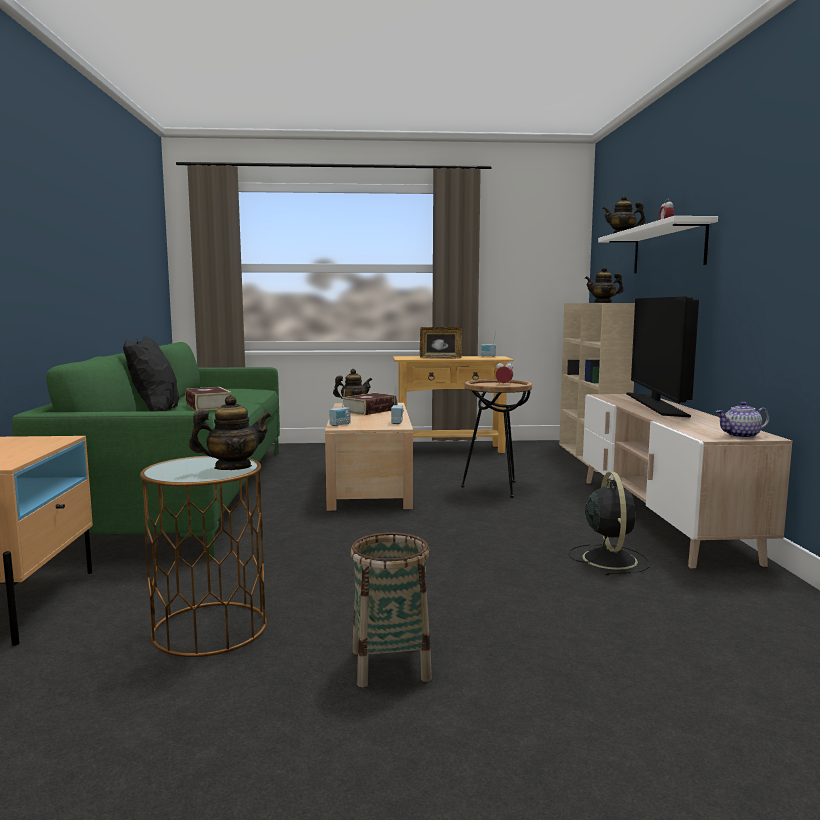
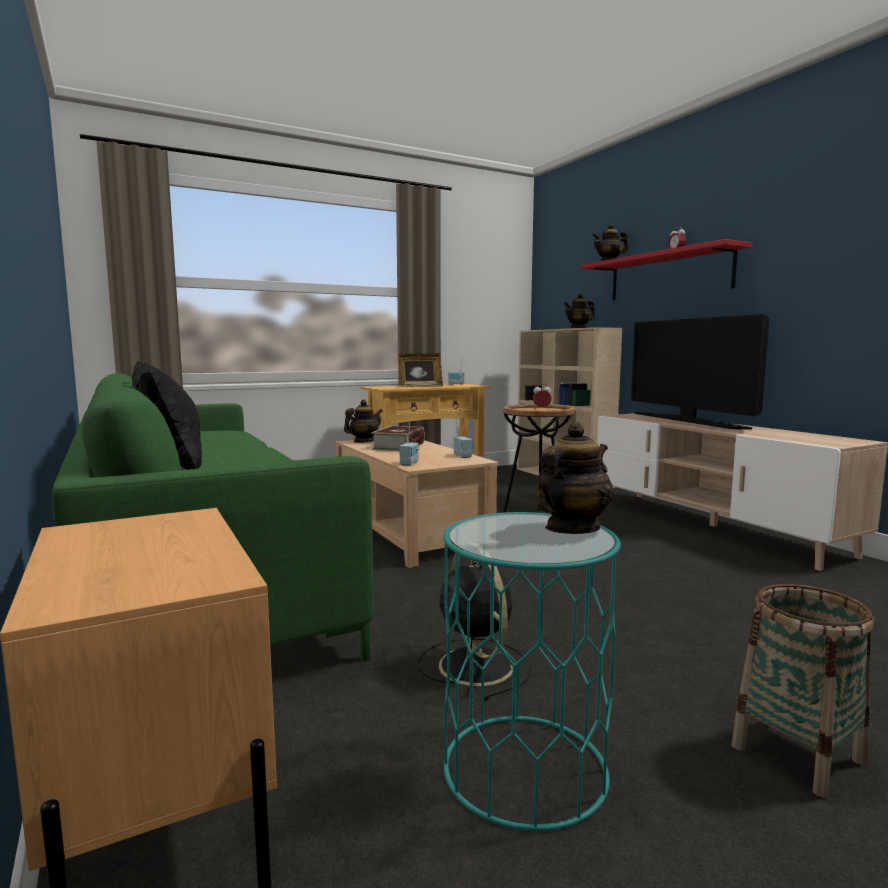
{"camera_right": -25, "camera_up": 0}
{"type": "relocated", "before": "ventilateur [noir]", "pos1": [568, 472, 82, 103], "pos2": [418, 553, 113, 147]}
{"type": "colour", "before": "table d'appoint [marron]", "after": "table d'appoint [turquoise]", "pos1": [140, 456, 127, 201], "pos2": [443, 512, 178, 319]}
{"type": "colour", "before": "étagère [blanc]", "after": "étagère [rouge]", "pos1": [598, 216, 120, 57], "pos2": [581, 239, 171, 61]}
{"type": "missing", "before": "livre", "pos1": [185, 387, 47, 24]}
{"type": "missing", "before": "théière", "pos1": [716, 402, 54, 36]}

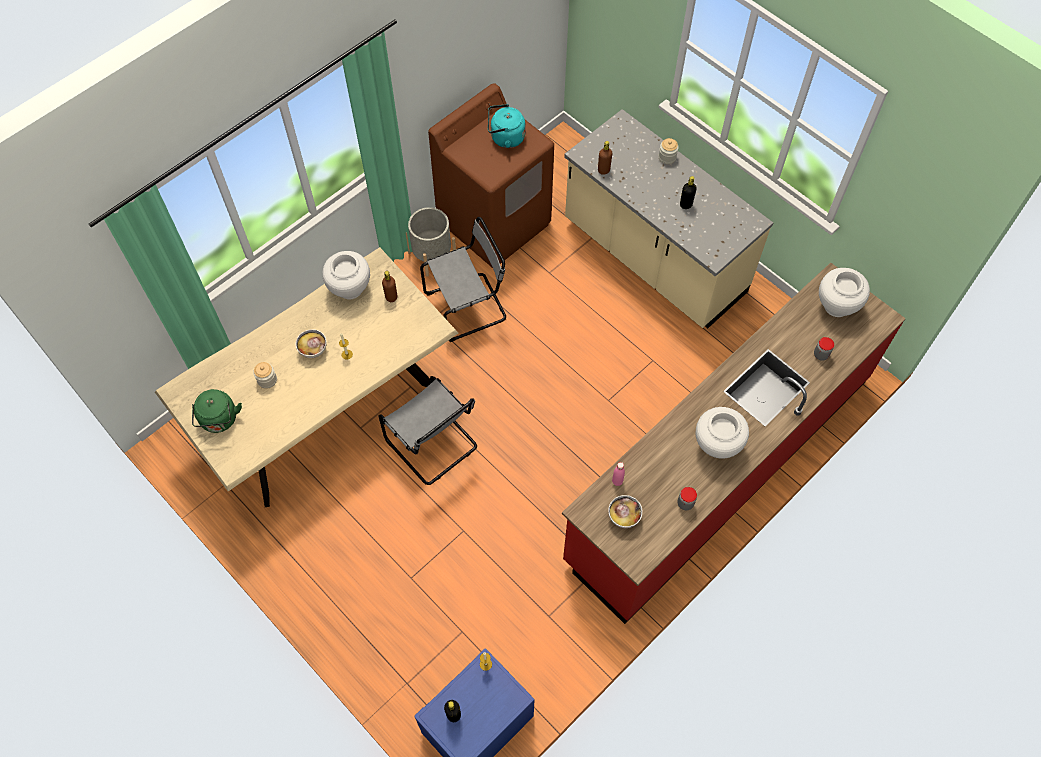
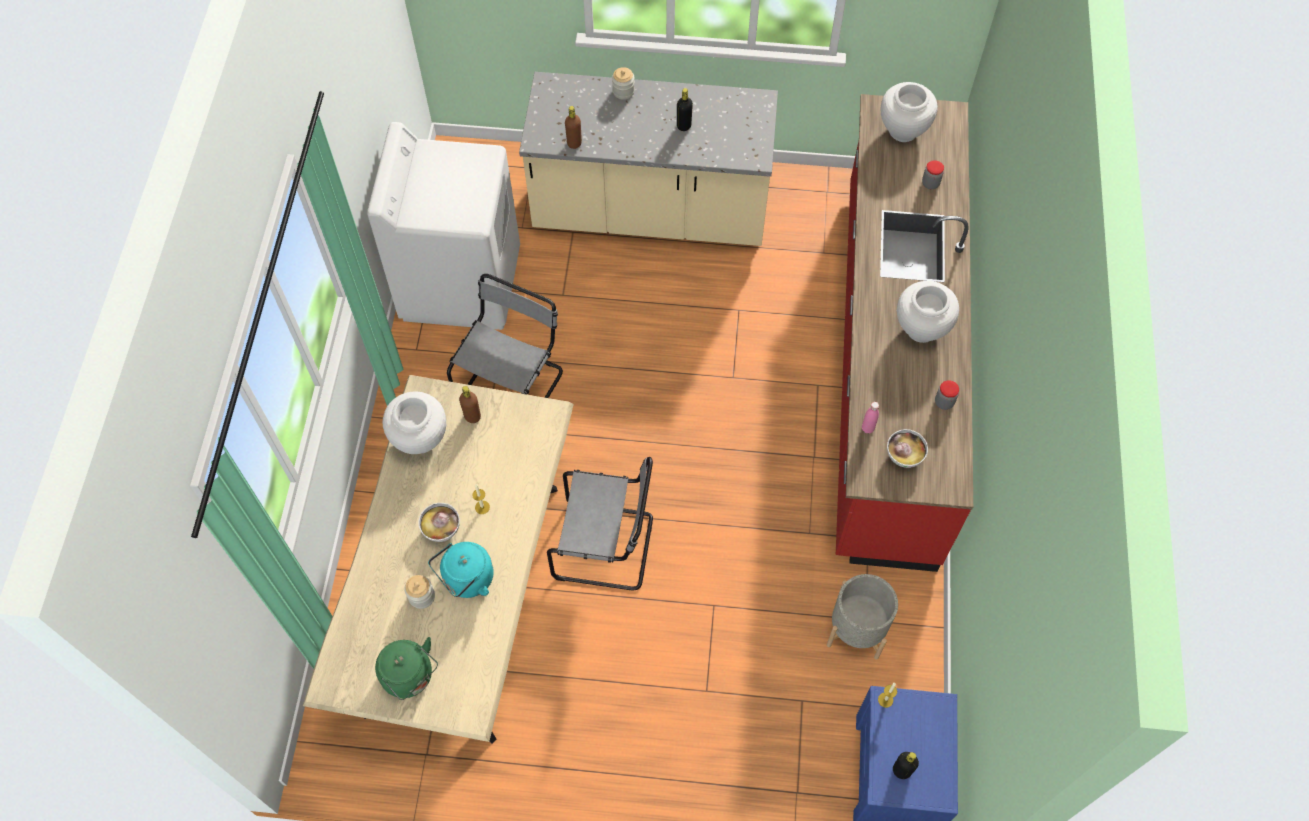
{"camera_right": -40, "camera_up": 0}
{"type": "colour", "before": "lave-linge [marron]", "after": "lave-linge [blanc]", "pos1": [428, 83, 126, 185], "pos2": [367, 122, 153, 208]}
{"type": "relocated", "before": "bouilloire [turquoise]", "pos1": [488, 104, 38, 44], "pos2": [428, 542, 66, 56]}
{"type": "relocated", "before": "cache-pot [gris]", "pos1": [406, 207, 50, 70], "pos2": [827, 574, 71, 86]}

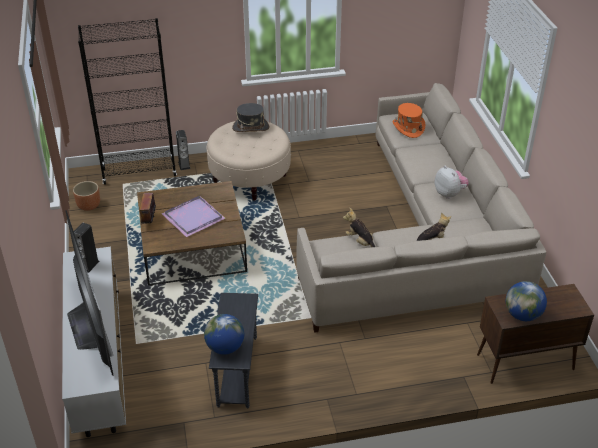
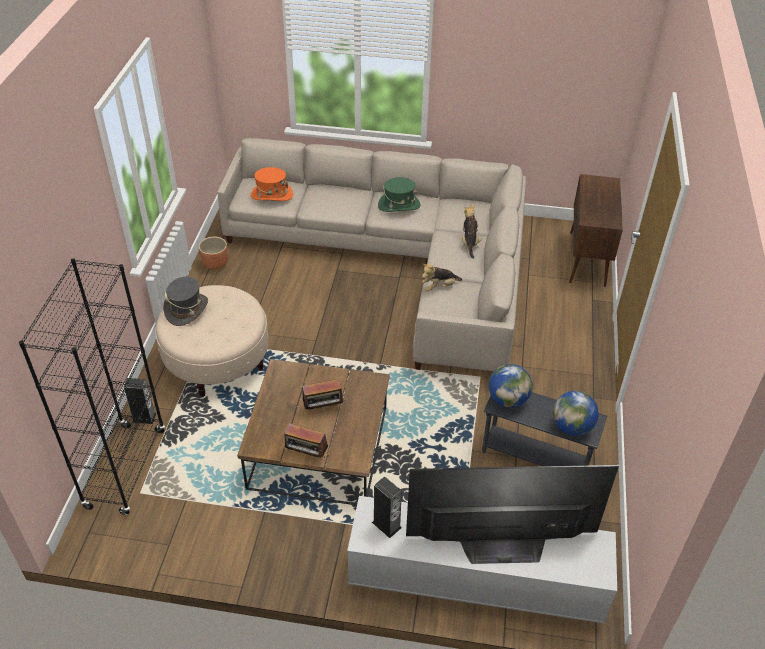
{"camera_right": -70, "camera_up": 5}
{"type": "relocated", "before": "cache-pot [marron]", "pos1": [73, 181, 27, 30], "pos2": [199, 237, 29, 33]}
{"type": "exchanged", "before": "plateau [violet]", "after": "radio", "pos1": [161, 196, 65, 41], "pos2": [298, 379, 47, 31]}
{"type": "exchanged", "before": "peluche", "after": "chapeau [vert]", "pos1": [434, 166, 35, 33], "pos2": [378, 177, 42, 35]}
{"type": "relocated", "before": "globe", "pos1": [506, 281, 41, 40], "pos2": [488, 364, 45, 44]}

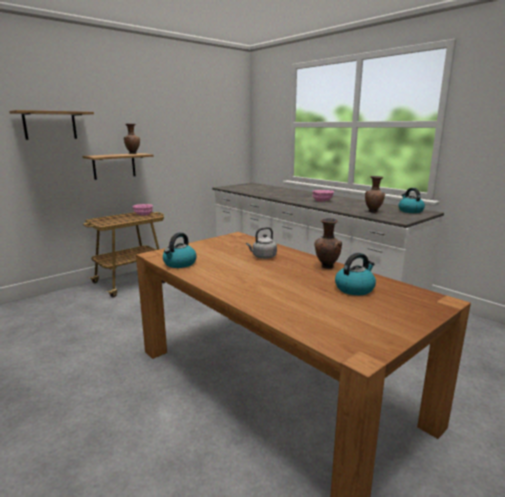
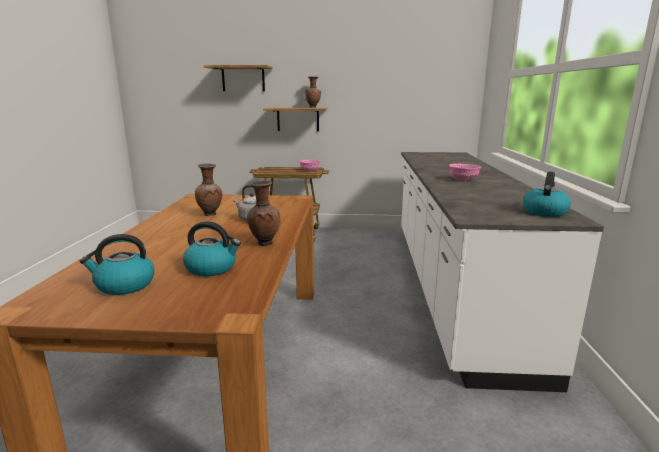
{"camera_right": 45, "camera_up": 0}
{"type": "relocated", "before": "bouilloire", "pos1": [163, 233, 34, 35], "pos2": [80, 234, 75, 61]}
{"type": "relocated", "before": "vase [marron]", "pos1": [365, 176, 20, 37], "pos2": [195, 164, 27, 52]}

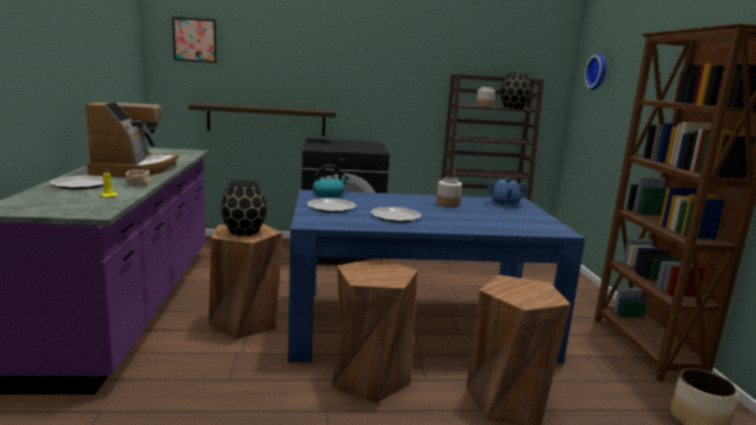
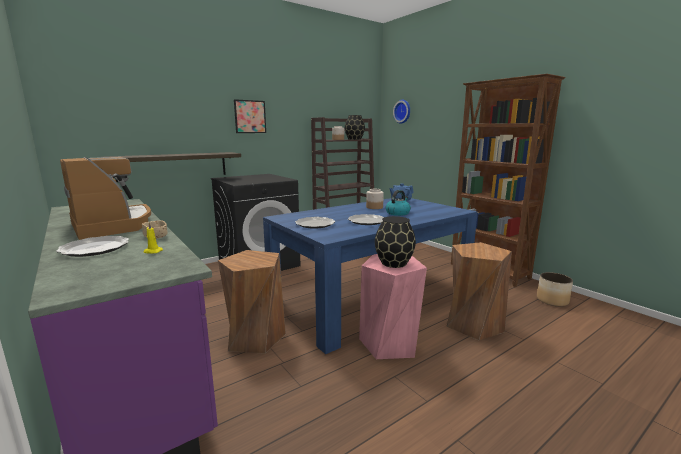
{"camera_right": -30, "camera_up": 0}
{"type": "relocated", "before": "tableau", "pos1": [172, 17, 45, 46], "pos2": [234, 99, 32, 34]}
{"type": "colour", "before": "tabouret [marron]", "after": "tabouret [rose]", "pos1": [332, 259, 86, 144], "pos2": [359, 254, 68, 105]}
{"type": "relocated", "before": "vase [noir]", "pos1": [221, 180, 46, 56], "pos2": [375, 216, 41, 52]}
{"type": "relocated", "before": "bouilloire", "pos1": [313, 165, 36, 33], "pos2": [386, 190, 25, 26]}

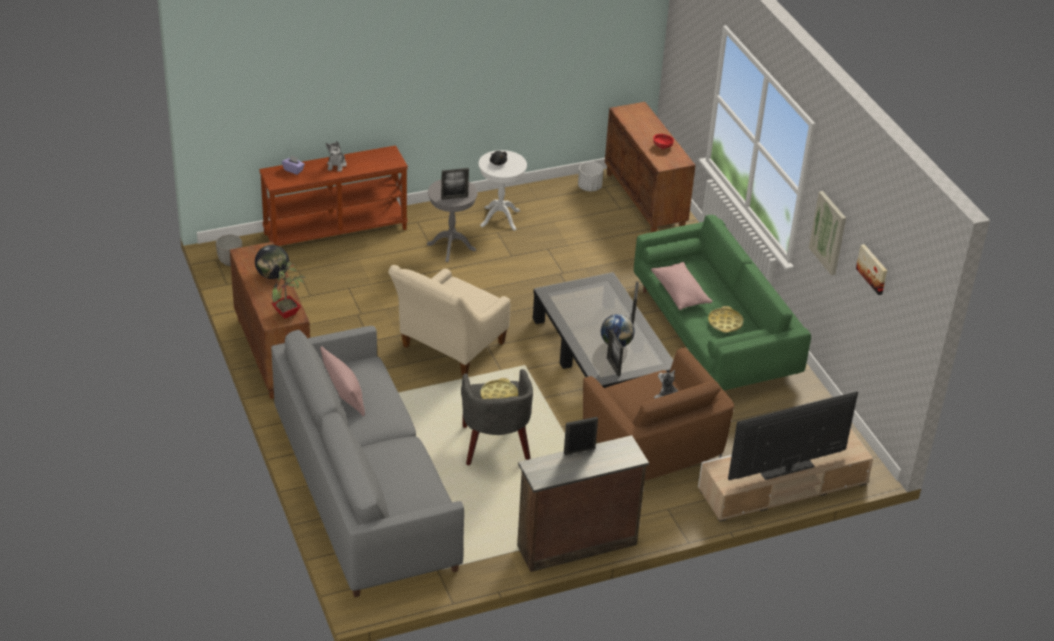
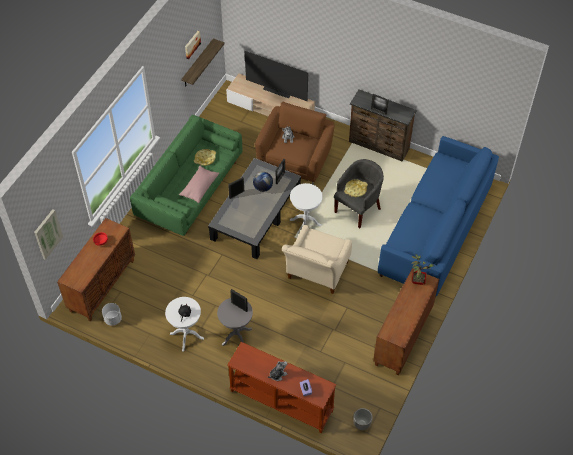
{"camera_right": -130, "camera_up": 15}
{"type": "relocated", "before": "tableau", "pos1": [809, 191, 37, 85], "pos2": [34, 209, 29, 51]}
{"type": "appeared", "after": "étagère", "pos2": [181, 38, 44, 49]}
{"type": "spun", "before": "fauteuil [beige]", "pos1": [388, 265, 122, 111], "pos2": [282, 225, 70, 69], "turn": 120}
{"type": "appeared", "after": "table d'appoint [blanc]", "pos2": [290, 183, 33, 44]}
{"type": "colour", "before": "canapé [gris]", "after": "canapé [bleu]", "pos1": [271, 326, 193, 271], "pos2": [378, 136, 121, 160]}
{"type": "missing", "before": "globe", "pos1": [255, 245, 34, 34]}
{"type": "missing", "before": "coussin [rose]", "pos1": [320, 346, 45, 70]}

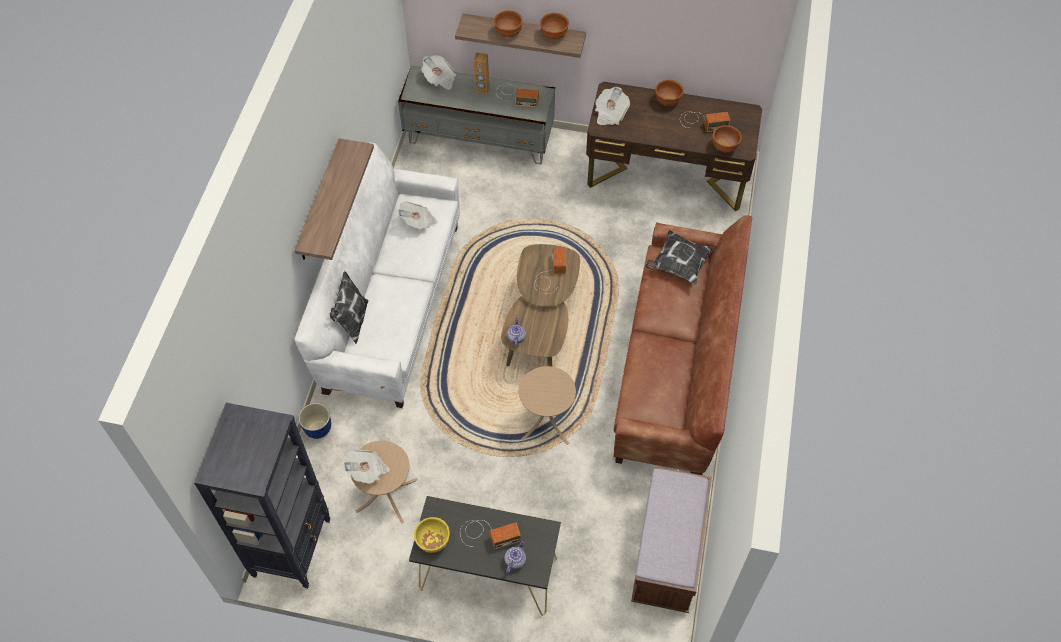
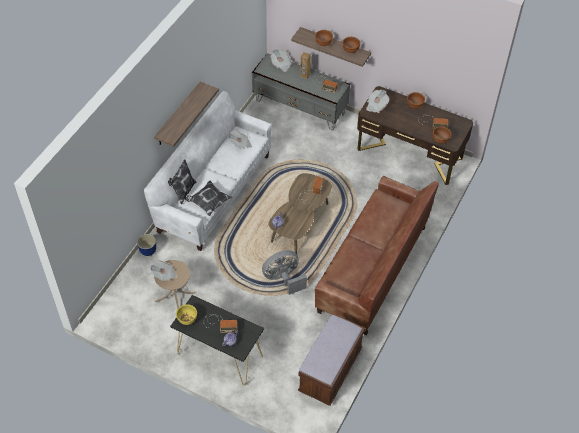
{"camera_right": 15, "camera_up": -5}
{"type": "relocated", "before": "coussin", "pos1": [645, 230, 70, 55], "pos2": [185, 181, 47, 35]}
{"type": "exchanged", "before": "table d'appoint [beige]", "after": "ventilateur [gris]", "pos1": [519, 366, 57, 79], "pos2": [262, 250, 45, 45]}
{"type": "missing", "before": "bibliothèque [noir]", "pos1": [194, 403, 137, 185]}

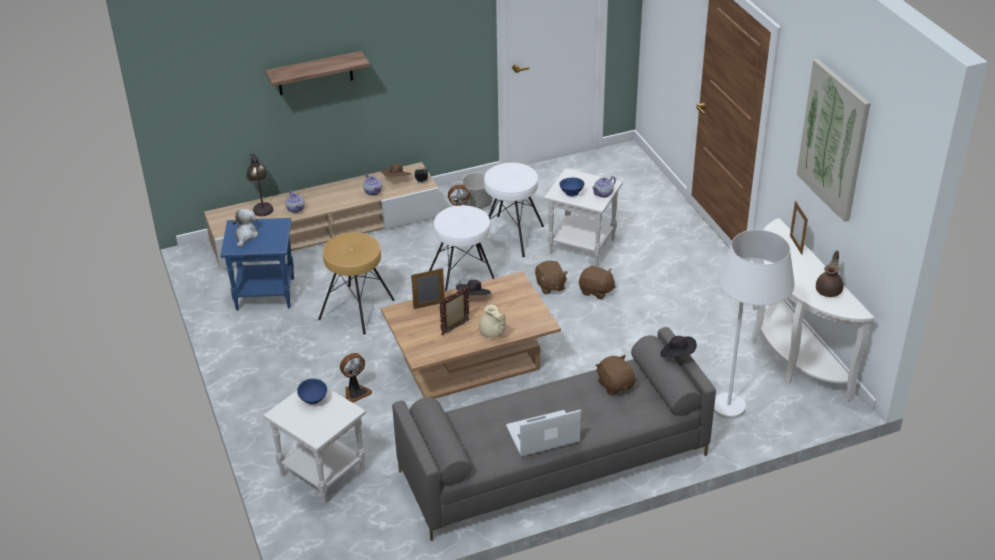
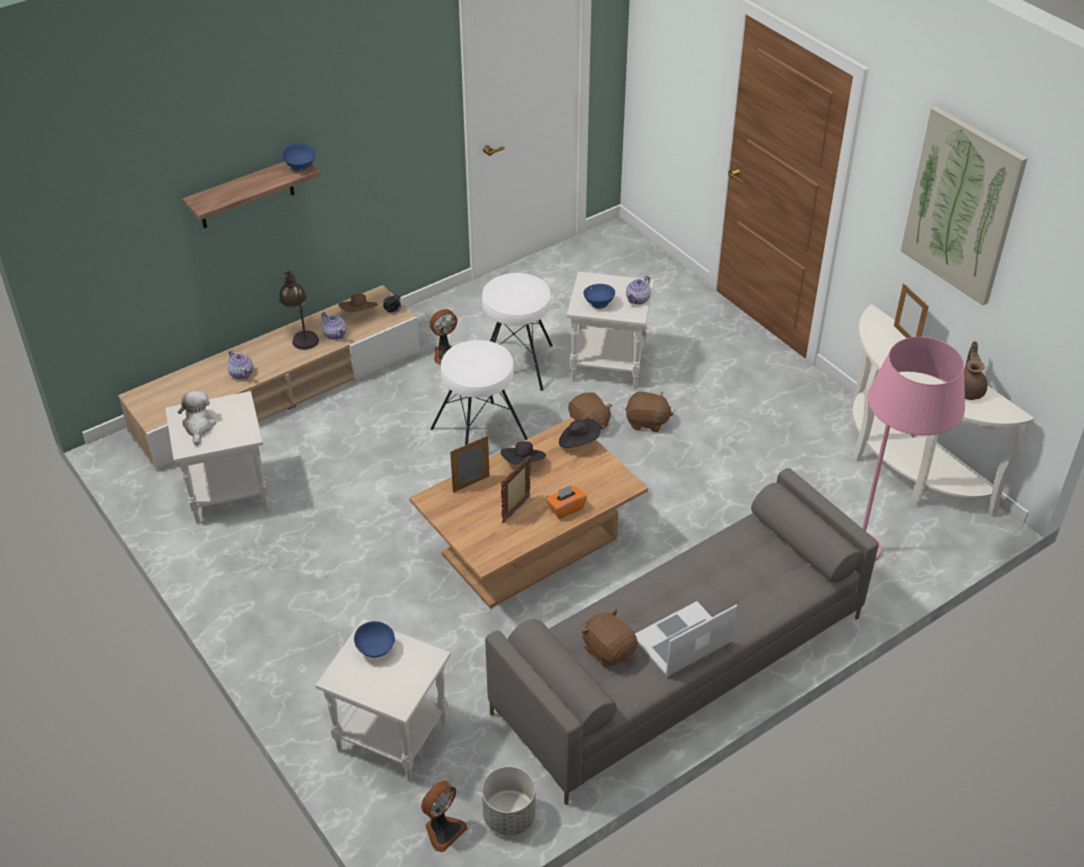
{"camera_right": -15, "camera_up": 5}
{"type": "colour", "before": "table d'appoint [bleu]", "after": "table d'appoint [blanc]", "pos1": [220, 218, 74, 93], "pos2": [165, 391, 104, 133]}
{"type": "relocated", "before": "lampe de table", "pos1": [246, 153, 28, 63], "pos2": [279, 270, 40, 80]}
{"type": "appeared", "after": "bol [bleu]", "pos2": [282, 143, 33, 28]}
{"type": "relocated", "before": "ventilateur", "pos1": [340, 353, 32, 50], "pos2": [421, 781, 47, 71]}
{"type": "relocated", "before": "cache-pot [gris]", "pos1": [462, 172, 30, 37], "pos2": [482, 766, 53, 70]}
{"type": "exchanged", "before": "théière [beige]", "after": "boîte à mouchoirs [orange]", "pos1": [479, 304, 27, 33], "pos2": [546, 485, 41, 34]}
{"type": "relocated", "before": "chapeau [noir]", "pos1": [660, 336, 37, 22], "pos2": [559, 419, 41, 29]}
{"type": "relocated", "before": "peluche [marron]", "pos1": [595, 355, 40, 40], "pos2": [582, 609, 56, 59]}
{"type": "colour", "before": "lampadaire [blanc]", "after": "lampadaire [rose]", "pos1": [714, 230, 81, 189], "pos2": [862, 337, 103, 225]}
{"type": "missing", "before": "tabouret [marron]", "pos1": [318, 233, 77, 102]}

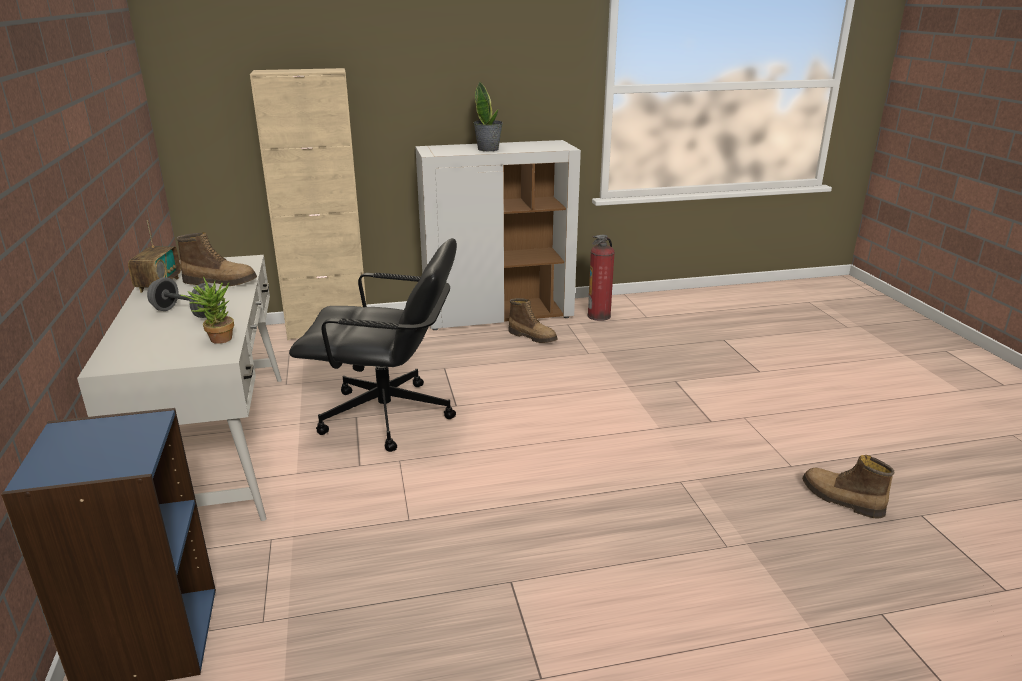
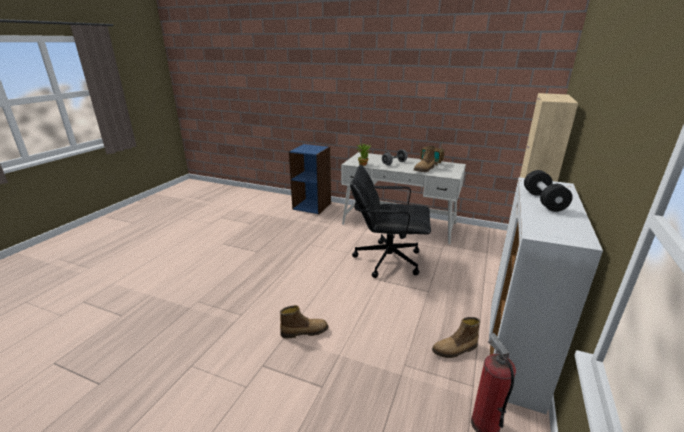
{"camera_right": 125, "camera_up": 0}
{"type": "relocated", "before": "botte", "pos1": [802, 455, 92, 64], "pos2": [280, 305, 48, 33]}
{"type": "spun", "before": "chaise de bureau [noir]", "pos1": [289, 238, 168, 214], "pos2": [350, 165, 81, 113], "turn": 60}
{"type": "exchanged", "before": "plante en pot", "after": "haltère [noir]", "pos1": [473, 81, 30, 70], "pos2": [524, 170, 49, 42]}

